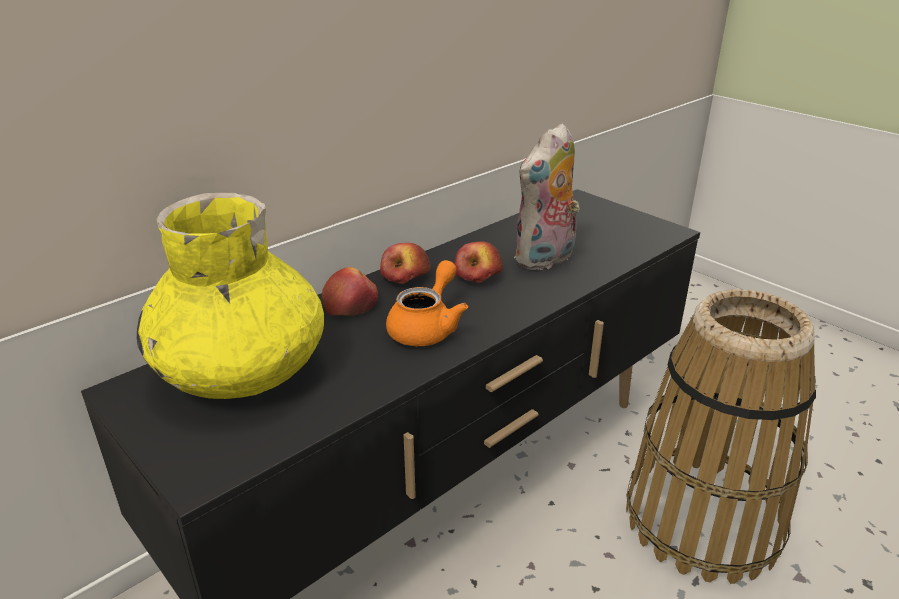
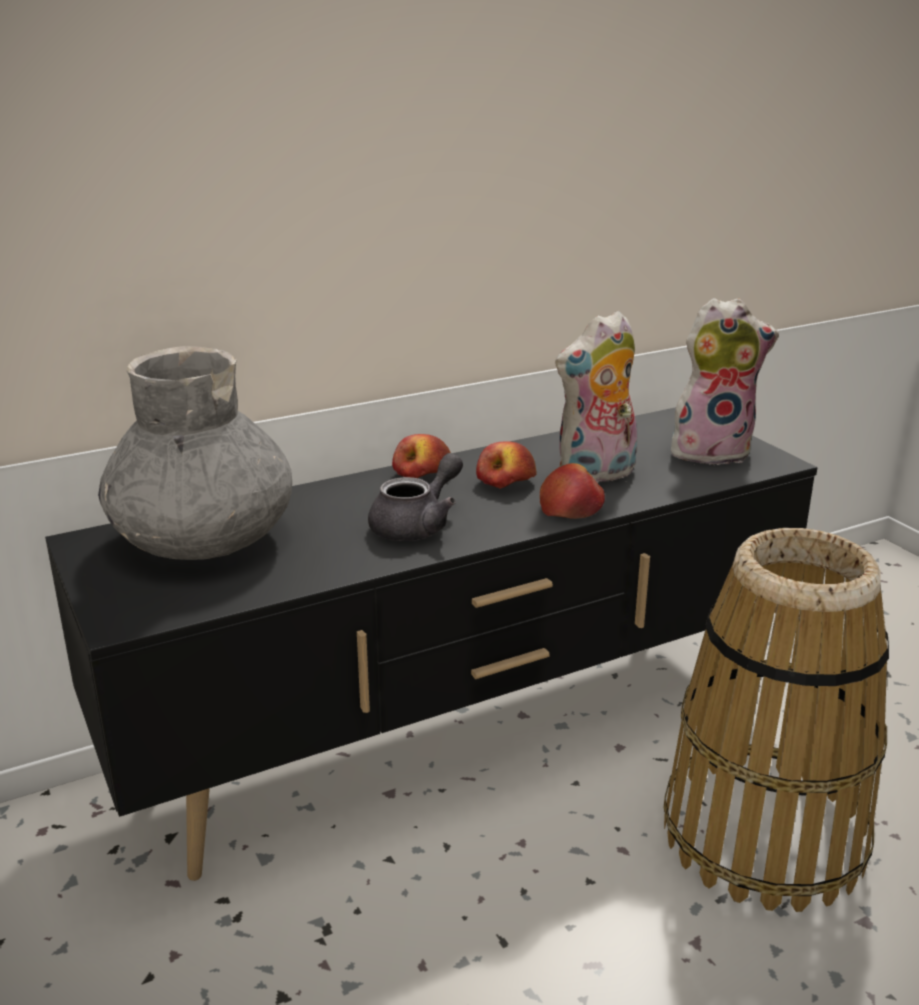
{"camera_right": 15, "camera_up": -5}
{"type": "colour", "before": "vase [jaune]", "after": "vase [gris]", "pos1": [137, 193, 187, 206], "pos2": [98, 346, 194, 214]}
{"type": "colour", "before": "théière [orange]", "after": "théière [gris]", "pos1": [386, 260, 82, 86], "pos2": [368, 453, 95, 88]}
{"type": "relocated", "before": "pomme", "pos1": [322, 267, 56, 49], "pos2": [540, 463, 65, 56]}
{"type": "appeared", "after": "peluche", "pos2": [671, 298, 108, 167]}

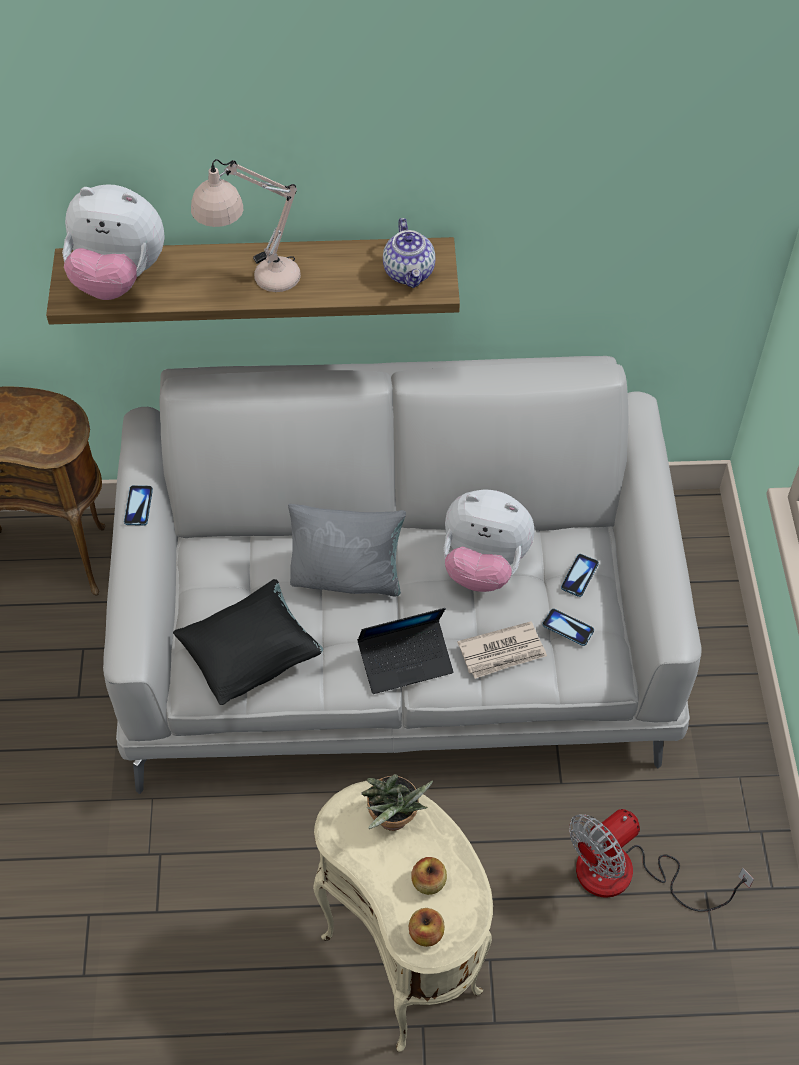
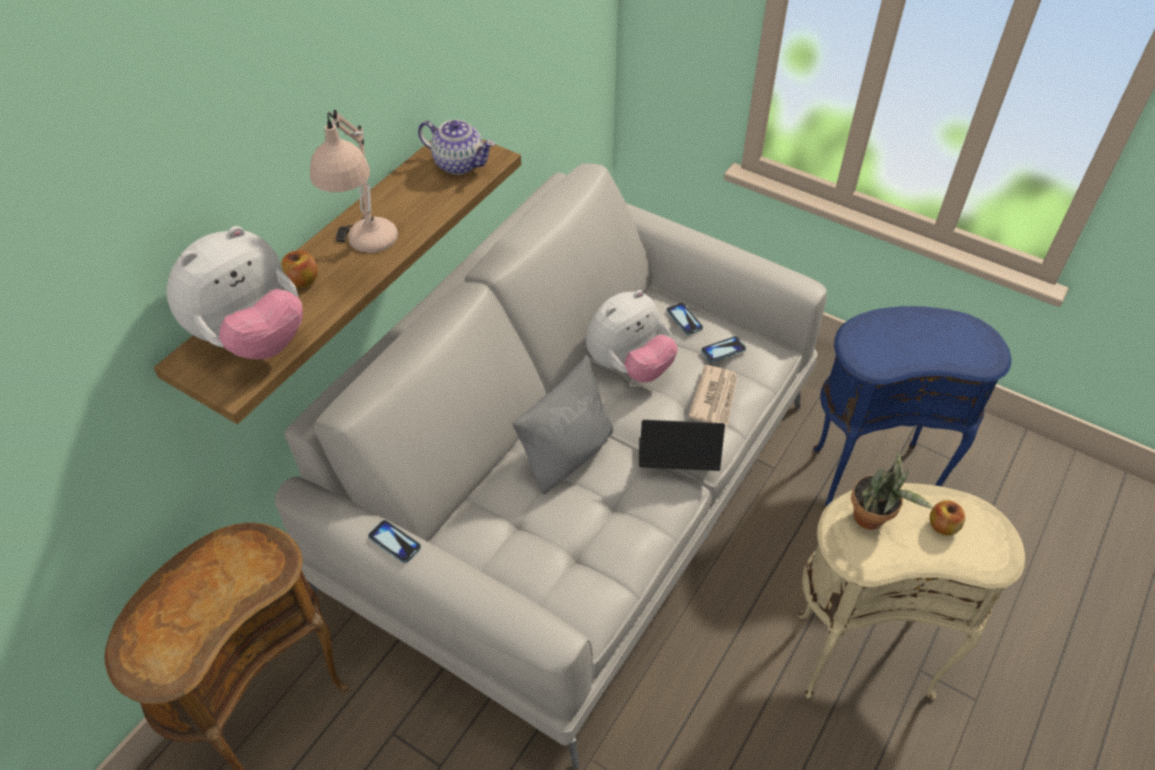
{"camera_right": -55, "camera_up": -5}
{"type": "relocated", "before": "pomme", "pos1": [409, 908, 36, 39], "pos2": [281, 250, 36, 38]}
{"type": "spun", "before": "ordinateur portable", "pos1": [357, 608, 96, 86], "pos2": [639, 420, 86, 51], "turn": -105}
{"type": "exchanged", "before": "ventilateur", "after": "table d'appoint [bleu]", "pos1": [569, 809, 185, 103], "pos2": [813, 306, 198, 203]}
{"type": "missing", "before": "coussin [noir]", "pos1": [173, 579, 150, 126]}

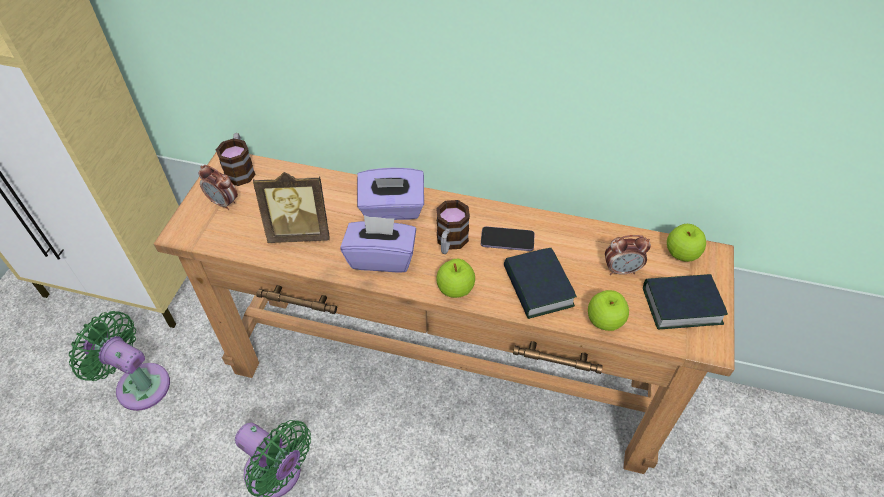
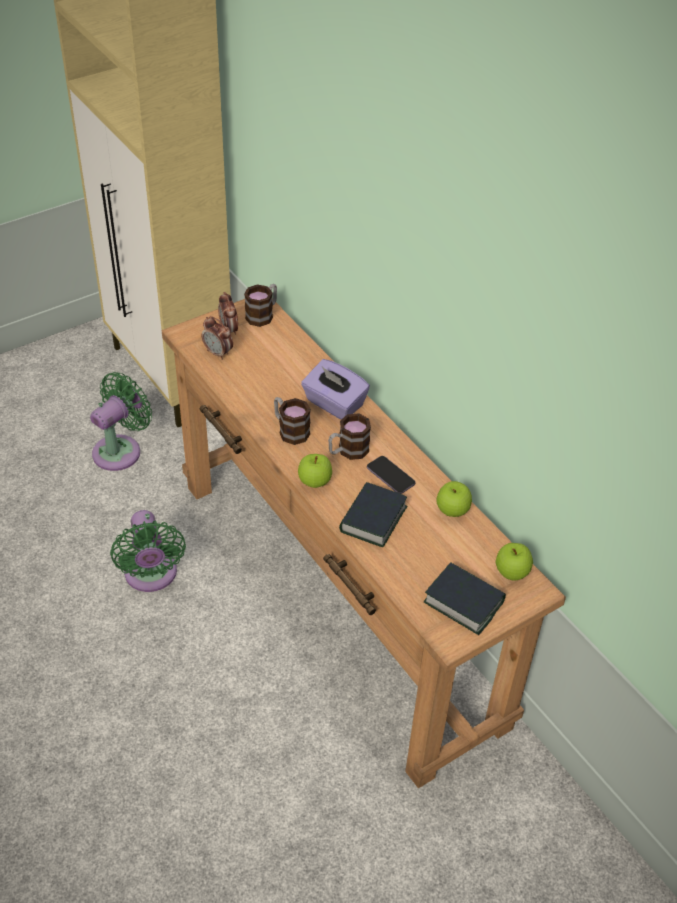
{"camera_right": 40, "camera_up": -5}
{"type": "spun", "before": "ventilateur [vert]", "pos1": [69, 311, 101, 100], "pos2": [90, 372, 62, 99], "turn": 60}
{"type": "relocated", "before": "réveil", "pos1": [605, 235, 46, 40], "pos2": [202, 316, 31, 44]}
{"type": "exchanged", "before": "boîte à mouchoirs [violet]", "after": "mug", "pos1": [340, 215, 76, 57], "pos2": [274, 397, 37, 48]}
{"type": "relocated", "before": "pomme", "pos1": [588, 290, 41, 41], "pos2": [437, 481, 35, 36]}
{"type": "missing", "before": "cadre photo", "pos1": [253, 172, 77, 71]}

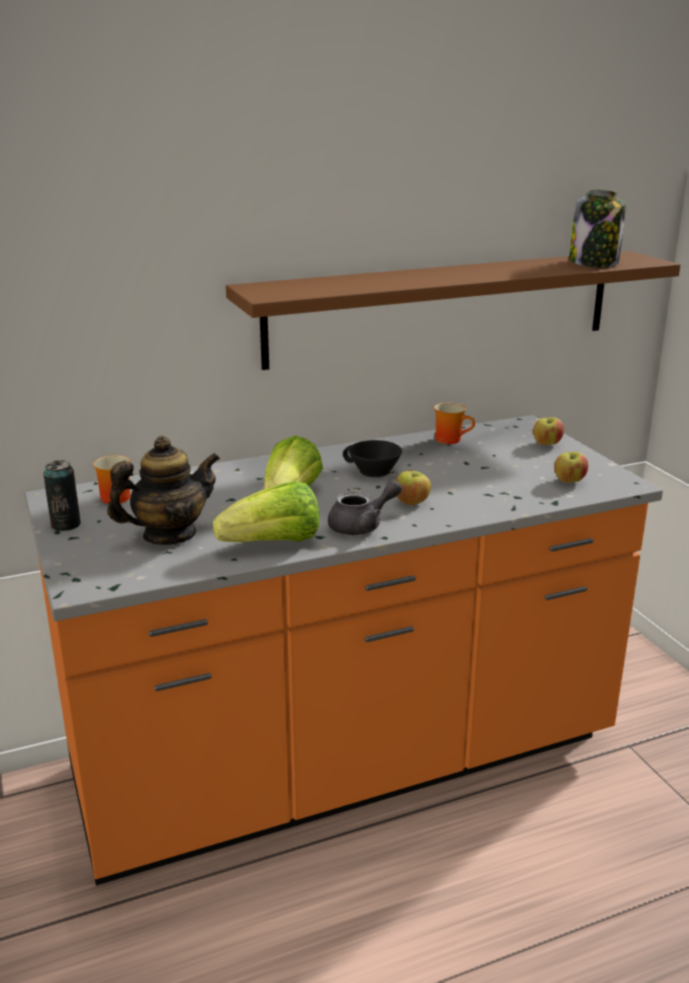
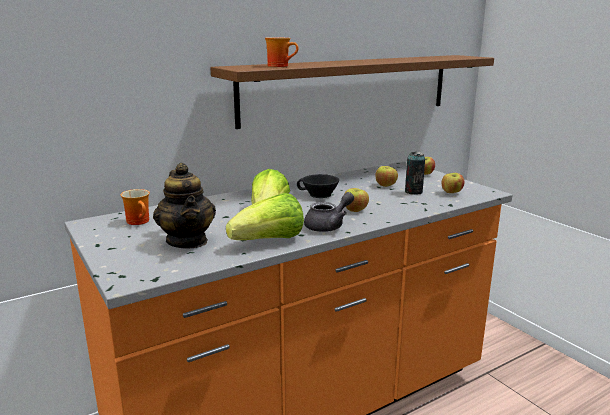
{"camera_right": -10, "camera_up": -5}
{"type": "spun", "before": "théière", "pos1": [107, 435, 113, 110], "pos2": [153, 163, 63, 86], "turn": 105}
{"type": "relocated", "before": "mug", "pos1": [434, 403, 41, 41], "pos2": [265, 37, 34, 30]}
{"type": "appeared", "after": "pomme", "pos2": [375, 166, 23, 21]}
{"type": "relocated", "before": "boîte métallique", "pos1": [43, 460, 38, 71], "pos2": [405, 152, 20, 43]}
{"type": "missing", "before": "bocal", "pos1": [569, 190, 57, 77]}

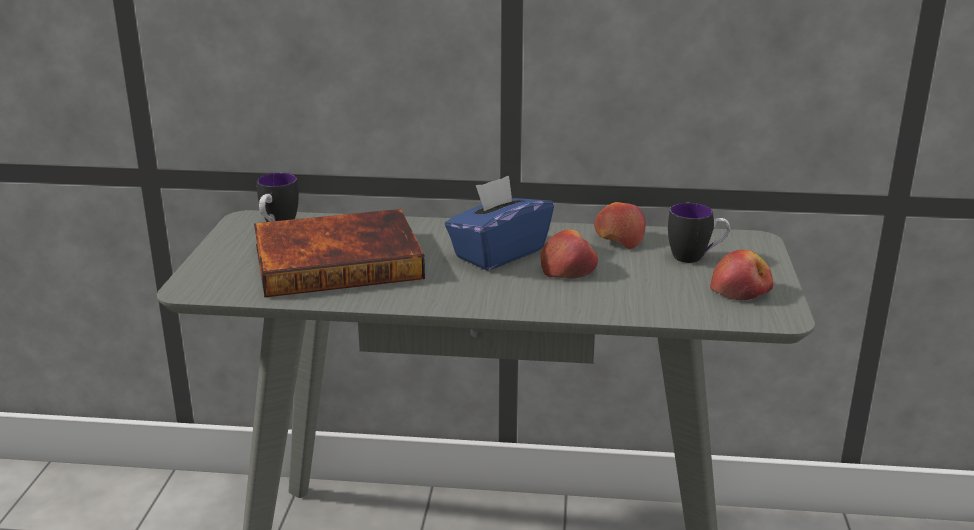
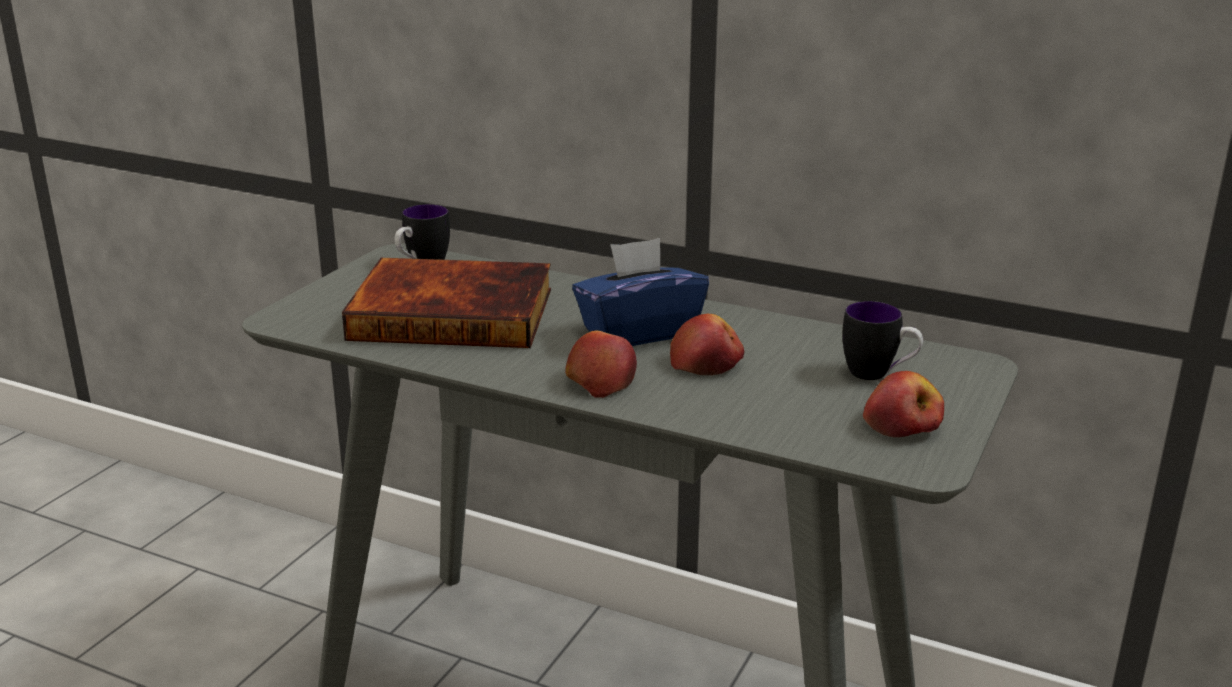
{"camera_right": 20, "camera_up": 0}
{"type": "relocated", "before": "pomme", "pos1": [594, 202, 52, 47], "pos2": [565, 330, 72, 68]}

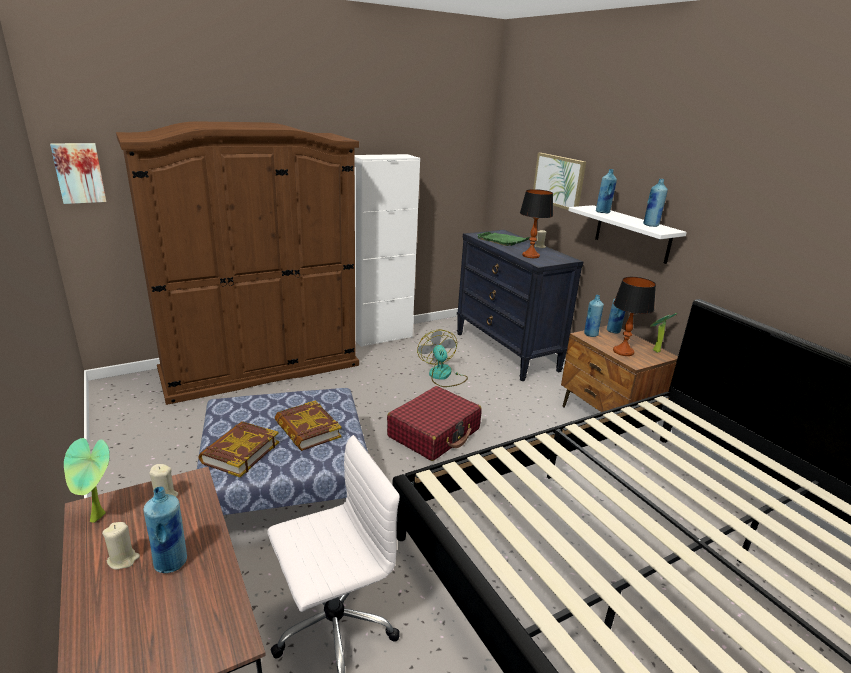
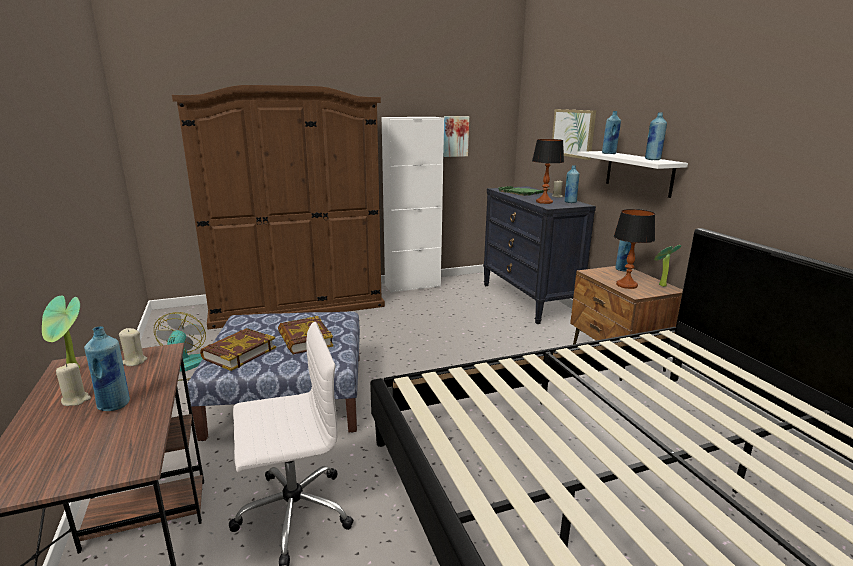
{"camera_right": 10, "camera_up": -5}
{"type": "relocated", "before": "ventilateur", "pos1": [417, 330, 51, 57], "pos2": [154, 312, 52, 69]}
{"type": "relocated", "before": "tableau", "pos1": [50, 143, 56, 61], "pos2": [443, 116, 26, 41]}
{"type": "relocated", "before": "bouteille [bleu]", "pos1": [584, 295, 20, 42], "pos2": [564, 165, 15, 38]}
{"type": "missing", "before": "valise [rouge]", "pos1": [387, 386, 95, 75]}

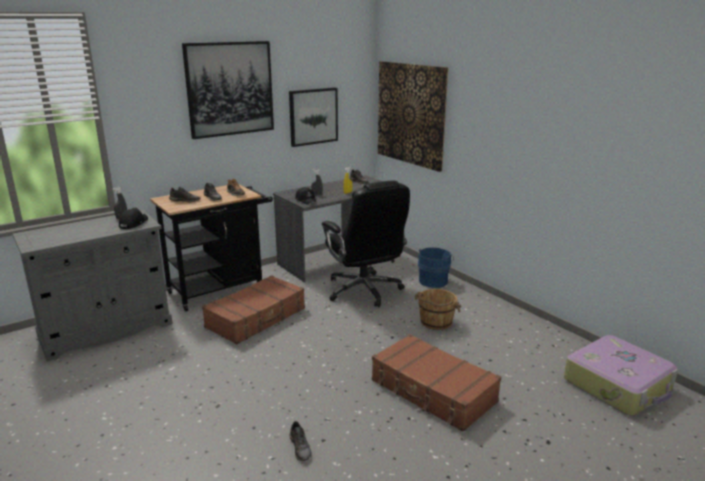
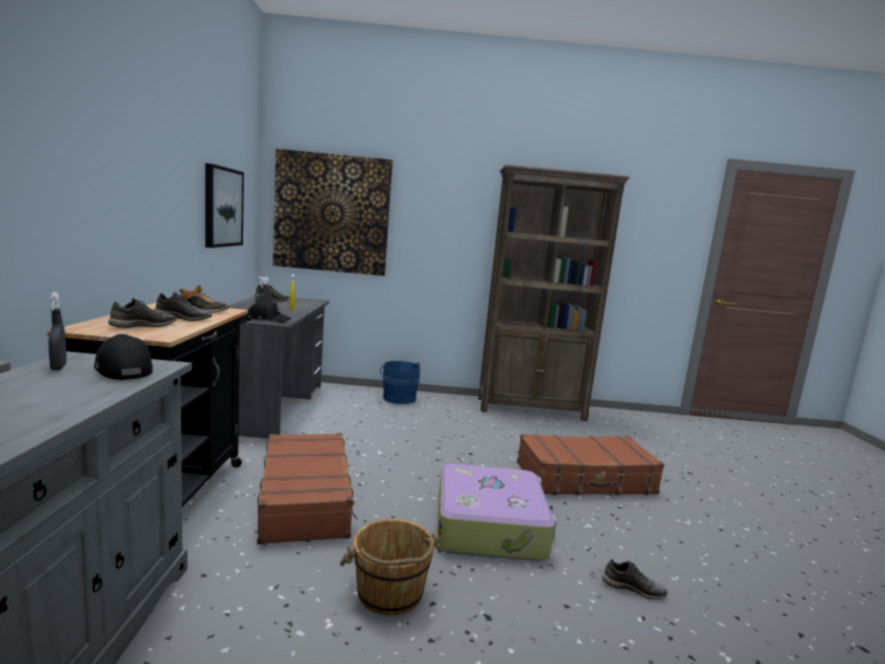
{"camera_right": -55, "camera_up": -10}
{"type": "relocated", "before": "seau [marron]", "pos1": [415, 289, 46, 41], "pos2": [340, 519, 102, 96]}
{"type": "relocated", "before": "valise", "pos1": [564, 335, 114, 81], "pos2": [437, 464, 120, 97]}
{"type": "appeared", "after": "bibliothèque [marron]", "pos2": [478, 164, 152, 257]}
{"type": "missing", "before": "tableau", "pos1": [182, 41, 92, 98]}
{"type": "missing", "before": "chaise de bureau [noir]", "pos1": [322, 180, 88, 127]}

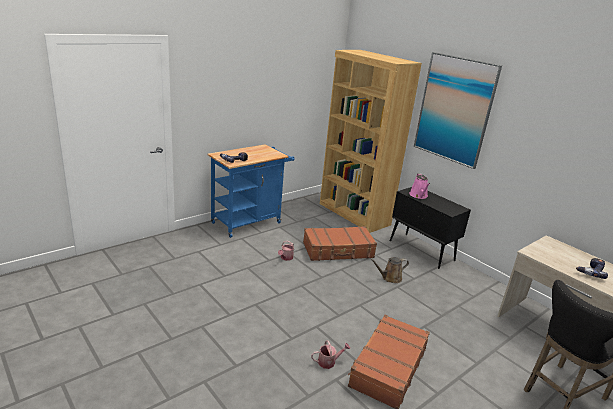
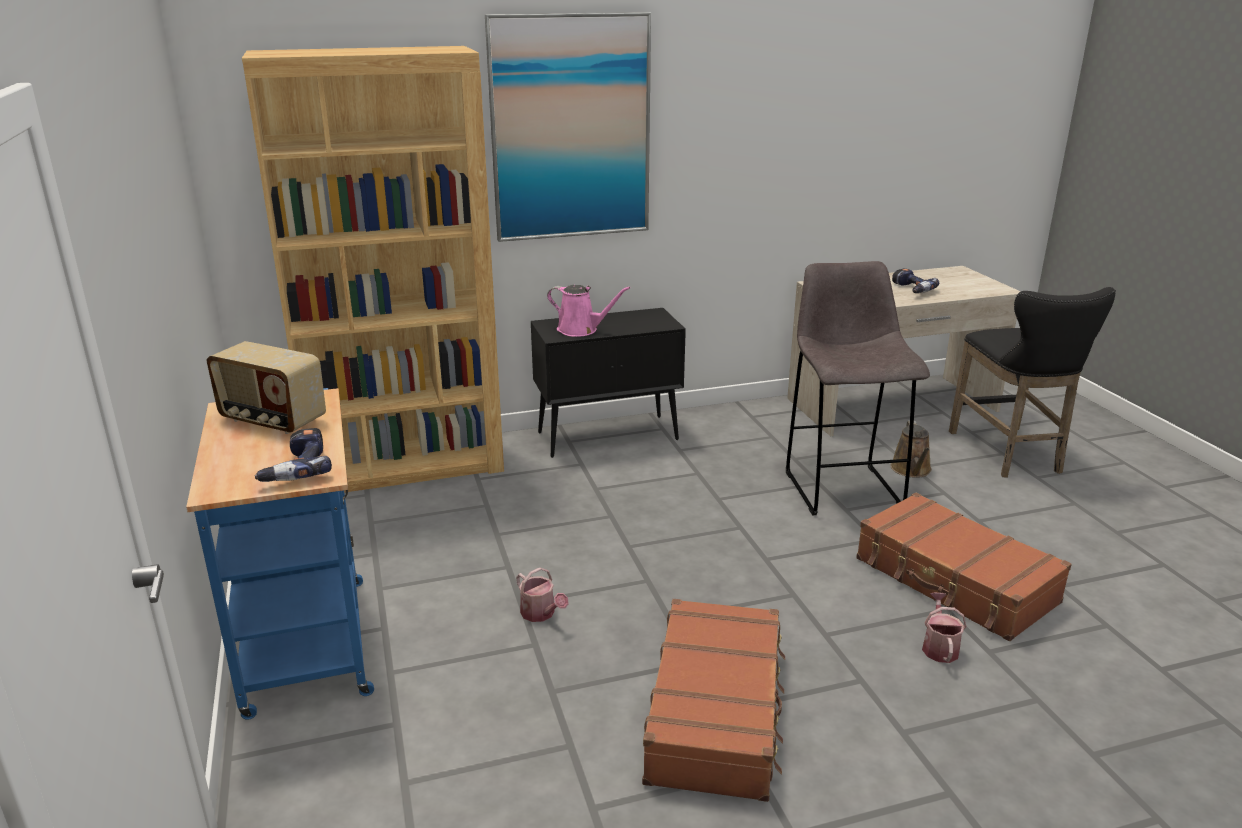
{"camera_right": -65, "camera_up": 0}
{"type": "appeared", "after": "radio", "pos2": [207, 341, 119, 93]}
{"type": "relocated", "before": "valise [marron]", "pos1": [303, 226, 74, 35], "pos2": [642, 599, 143, 203]}
{"type": "appeared", "after": "tabouret [gris]", "pos2": [786, 261, 144, 255]}
{"type": "relocated", "before": "arrosoir [marron]", "pos1": [370, 257, 39, 26], "pos2": [891, 421, 41, 57]}

